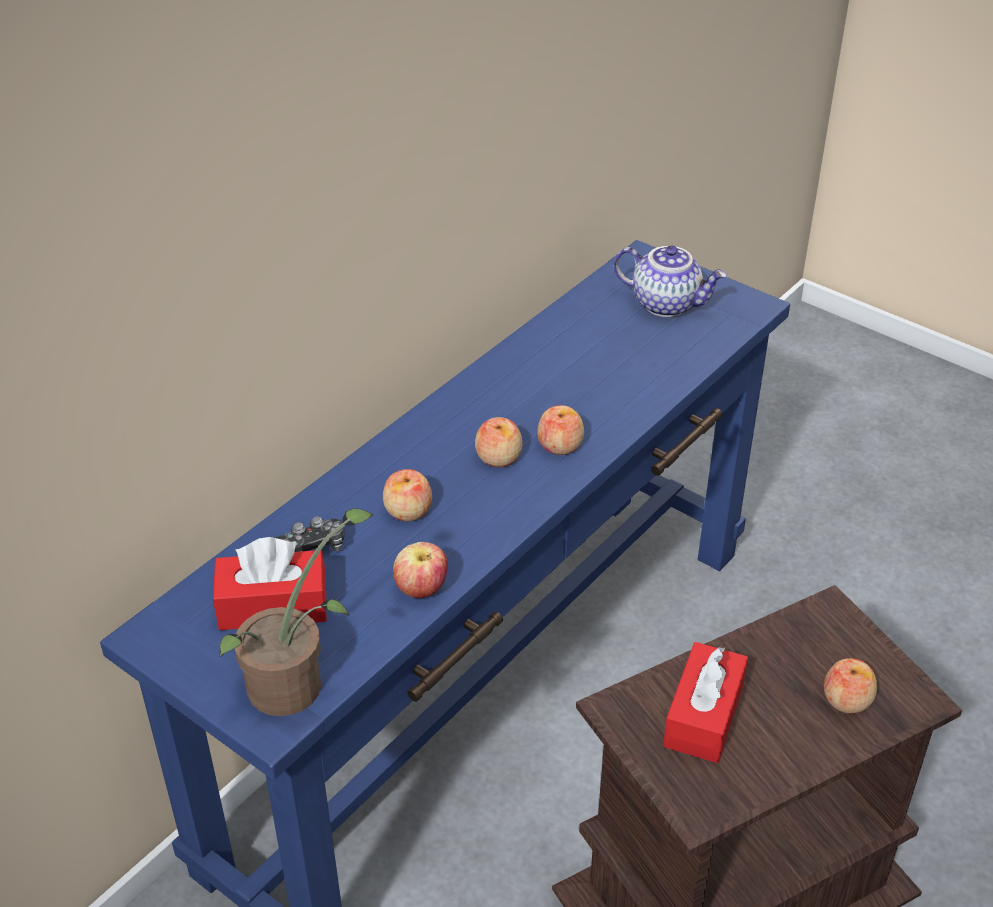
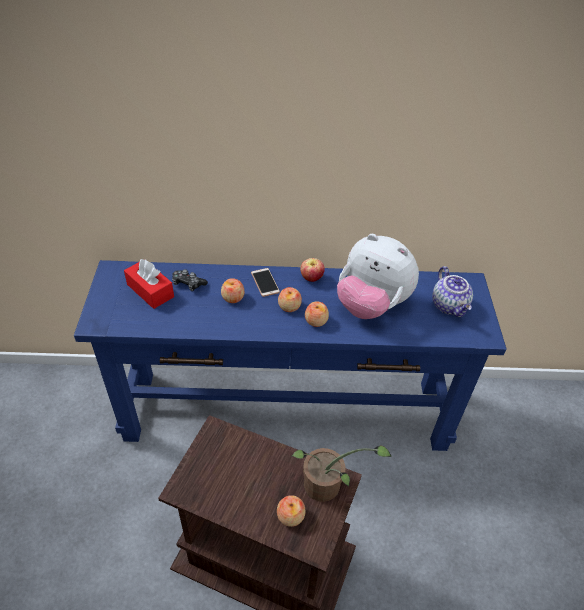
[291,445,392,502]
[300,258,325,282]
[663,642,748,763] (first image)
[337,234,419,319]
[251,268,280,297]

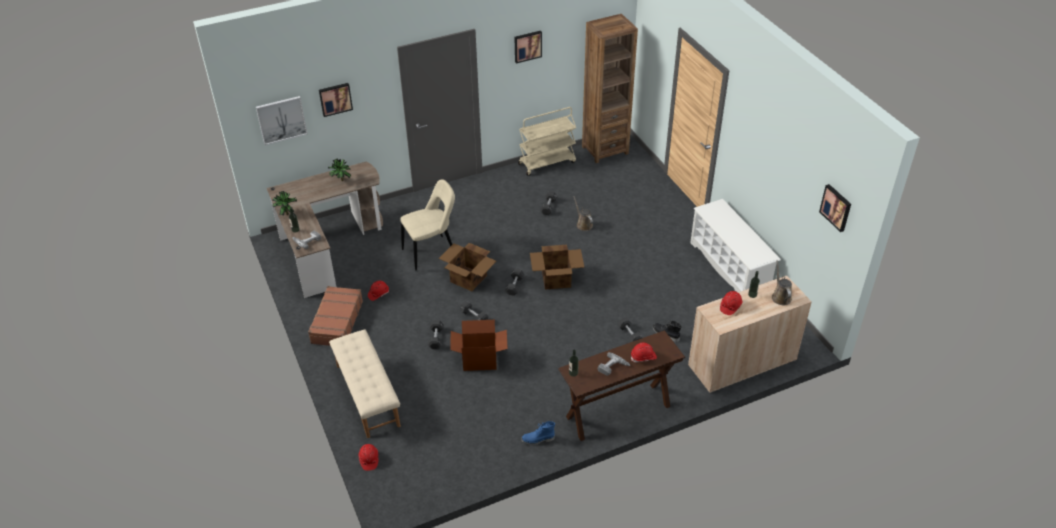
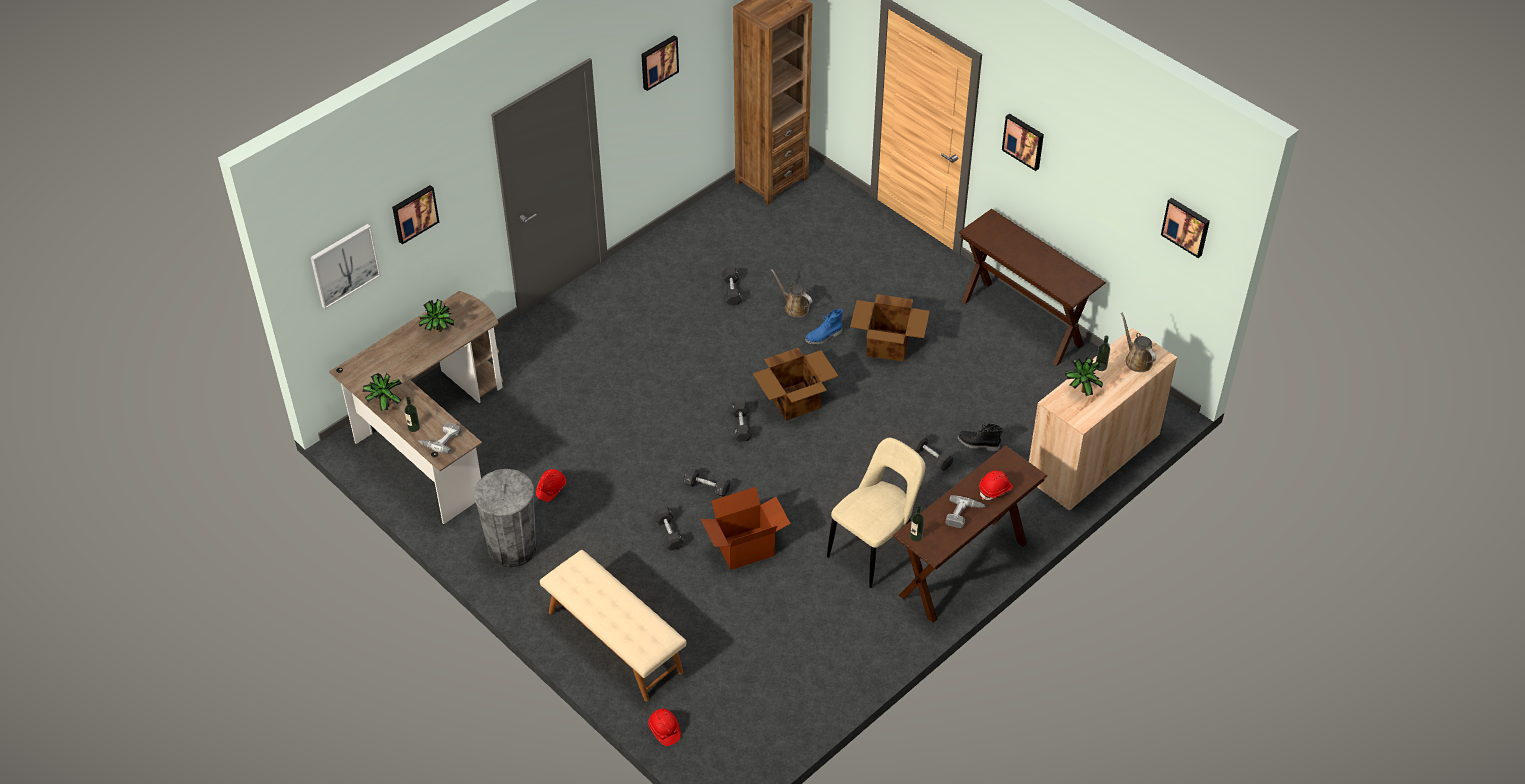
[518,107,576,176] (first image)
[827,438,926,588]
[958,209,1106,366]
[850,294,930,362]
[474,469,537,568]
[1065,357,1103,396]
[805,309,843,345]
[1002,113,1044,171]

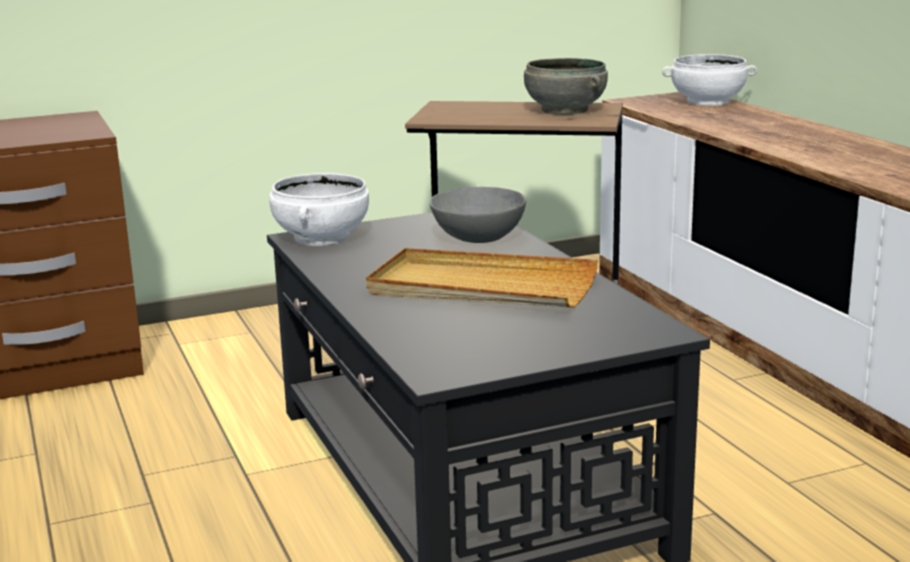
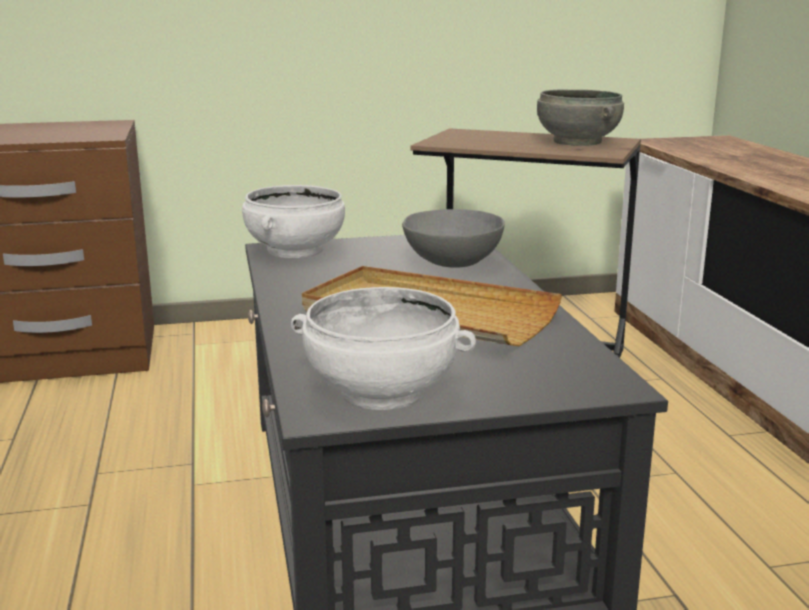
[291,287,476,410]

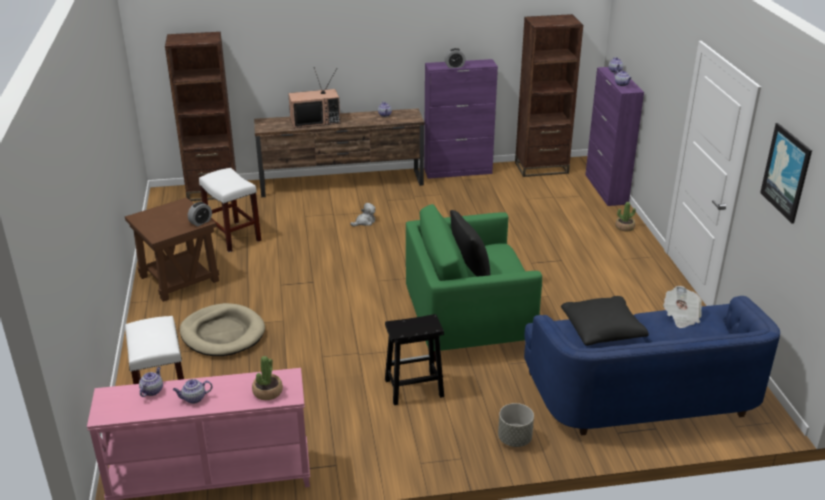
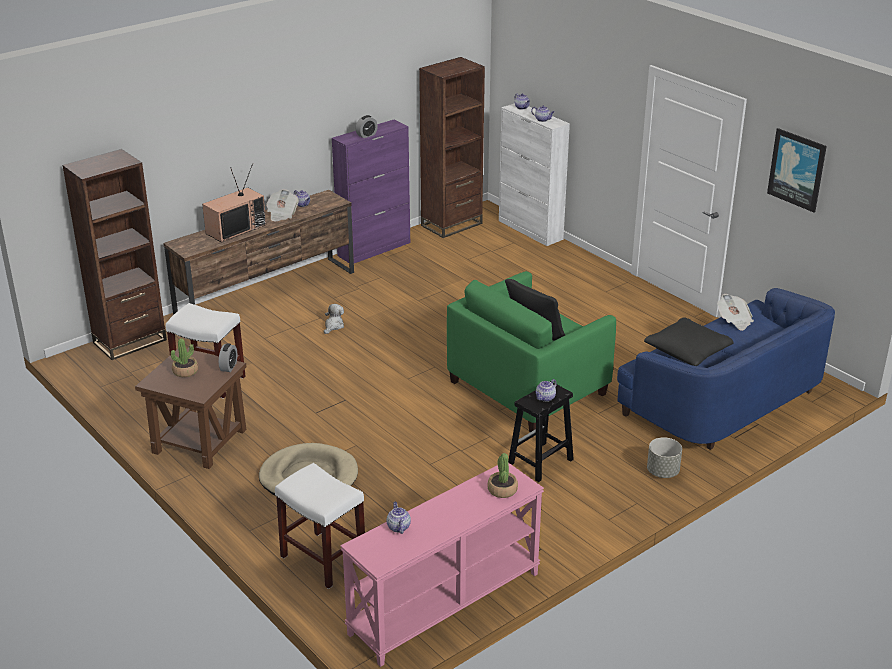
[499,103,570,246]
[171,339,198,377]
[535,379,557,402]
[266,189,299,221]

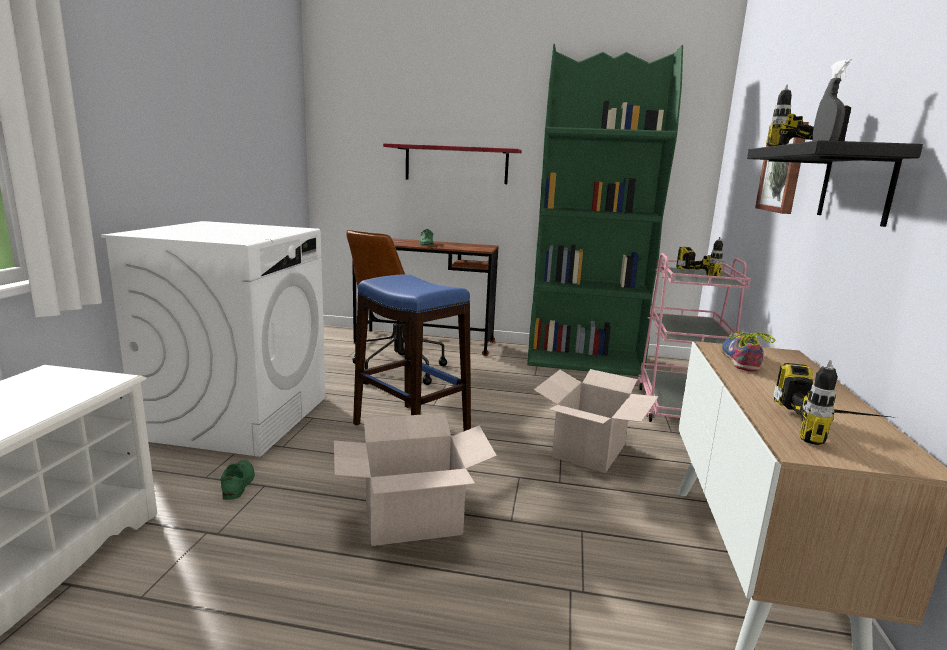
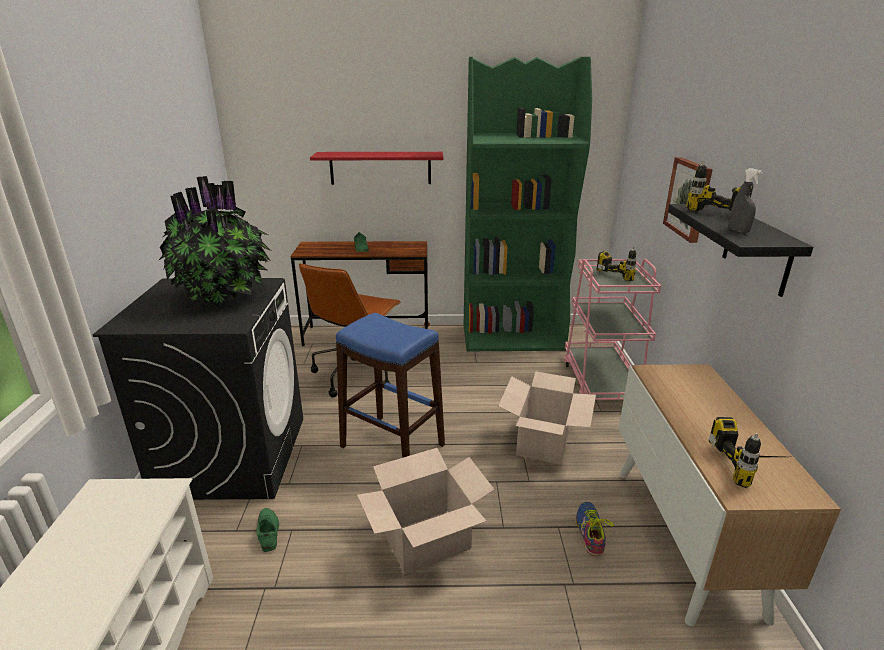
[93,278,303,500]
[576,502,614,556]
[158,176,271,309]

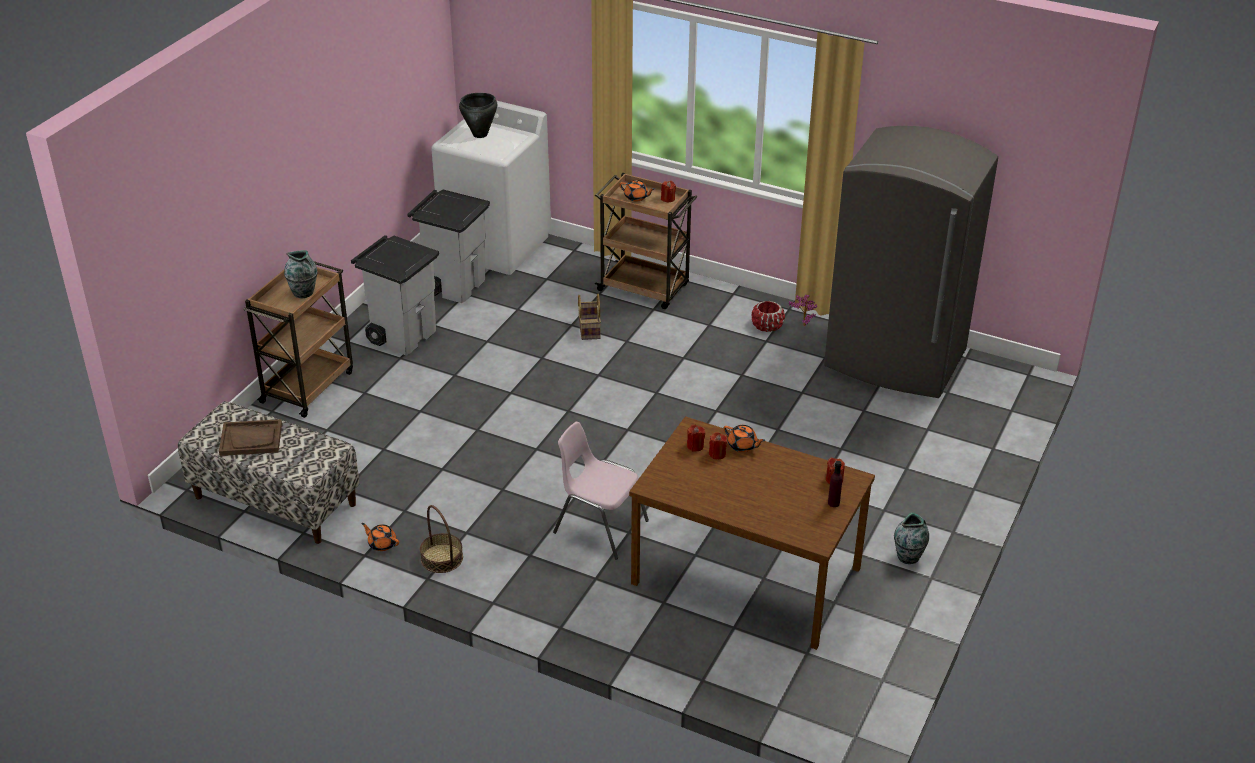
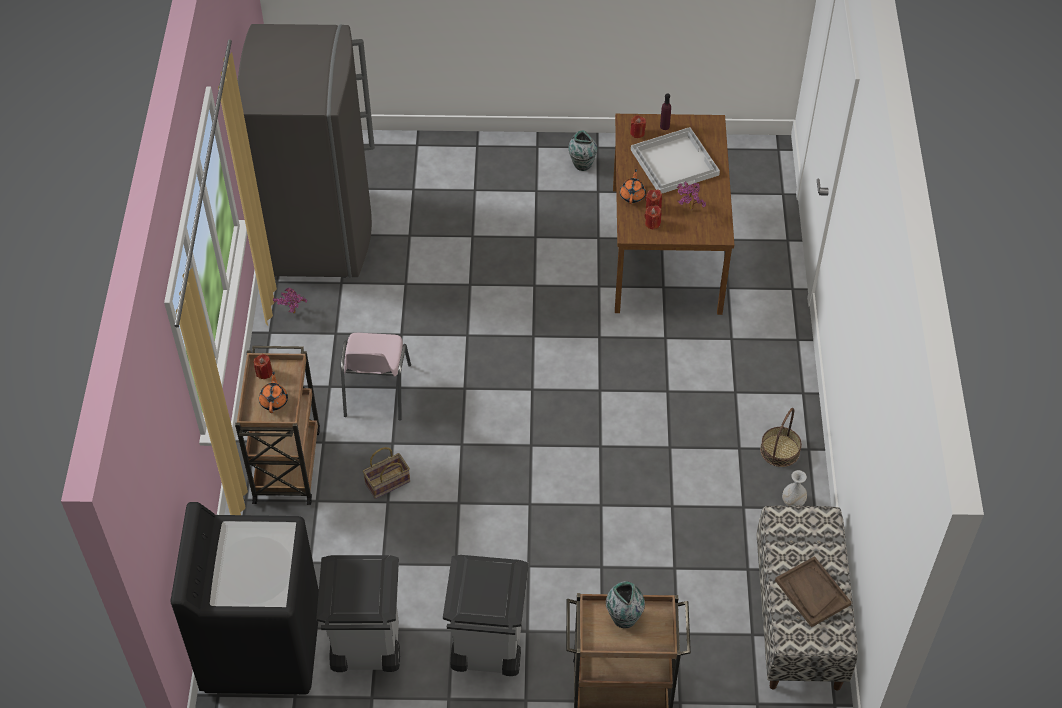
[459,93,497,138] (first image)
[171,502,319,694]
[751,301,785,332] (first image)
[341,333,411,420]
[782,470,807,506]
[631,127,720,193]
[677,182,706,211]

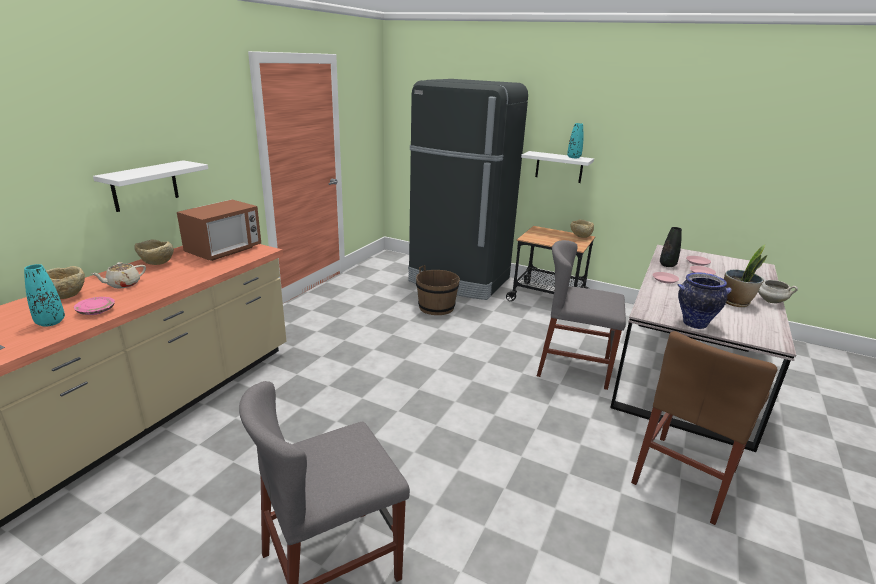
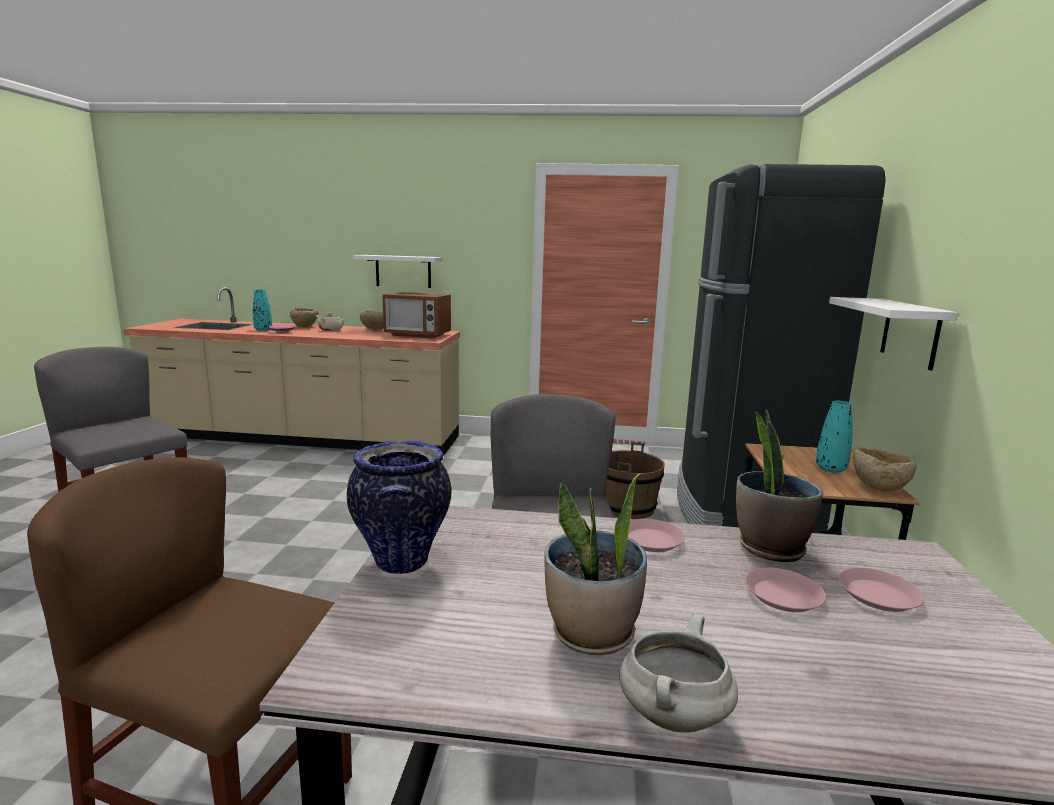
[816,401,852,473]
[736,409,823,562]

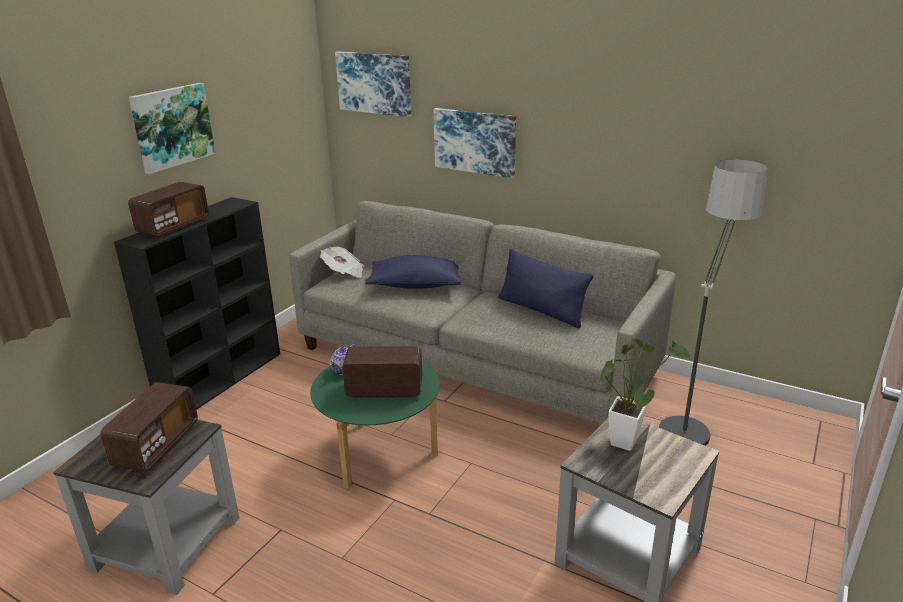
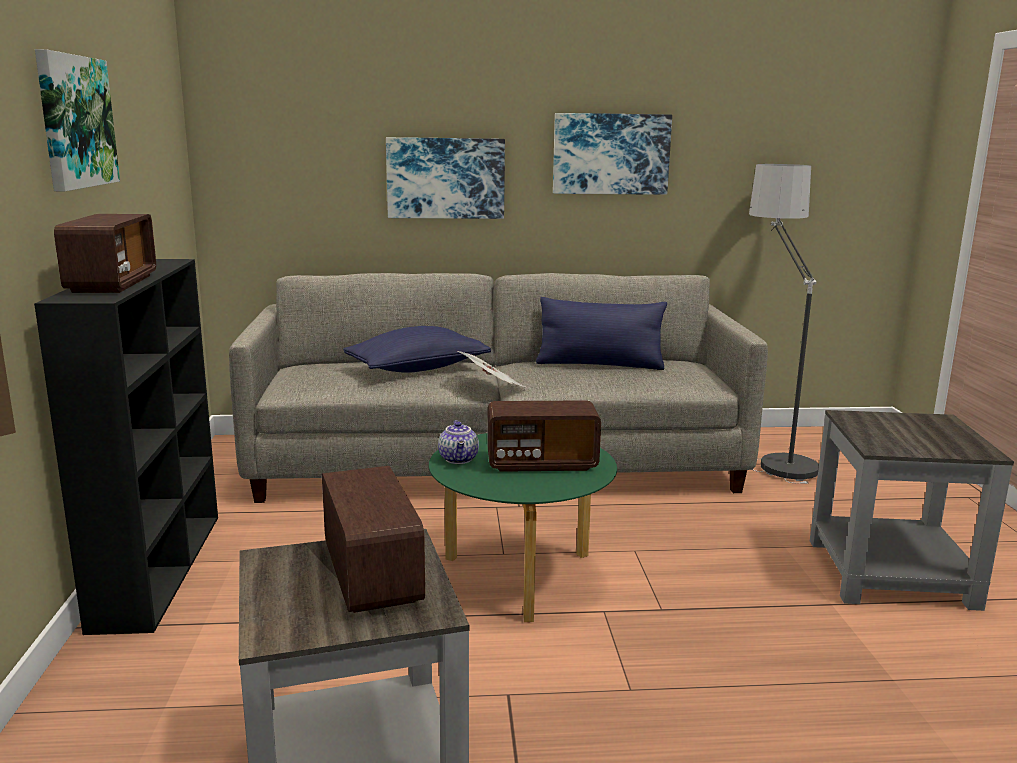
[553,113,672,195]
[458,351,528,388]
[600,339,691,451] (first image)
[487,400,601,472]

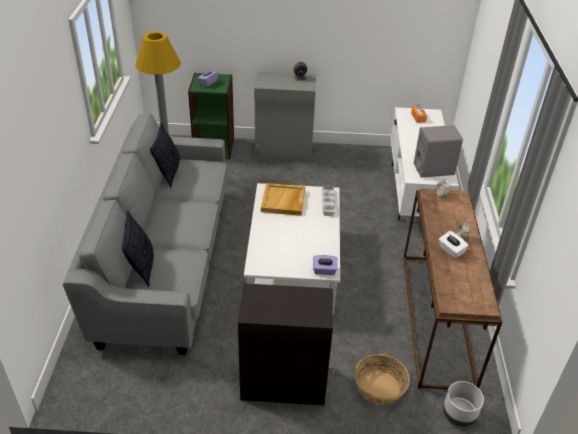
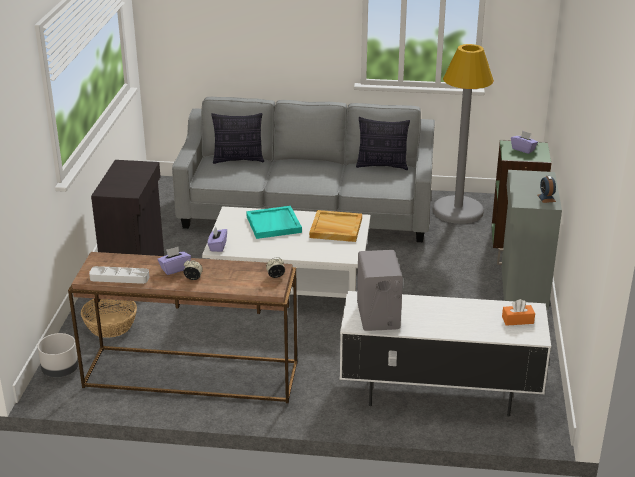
[89,266,149,284]
[158,247,191,275]
[246,206,302,239]

